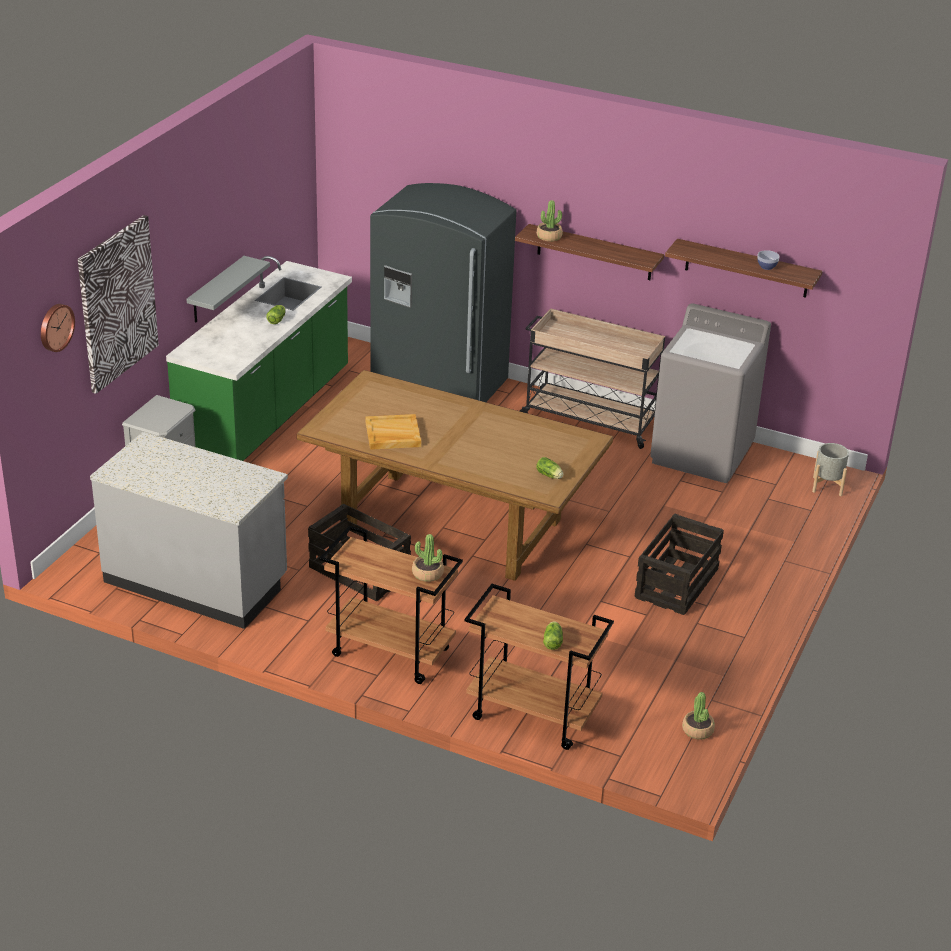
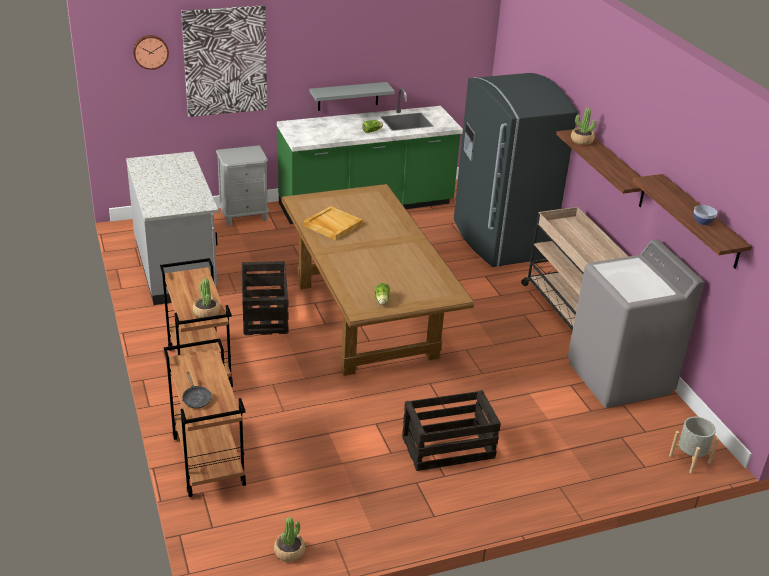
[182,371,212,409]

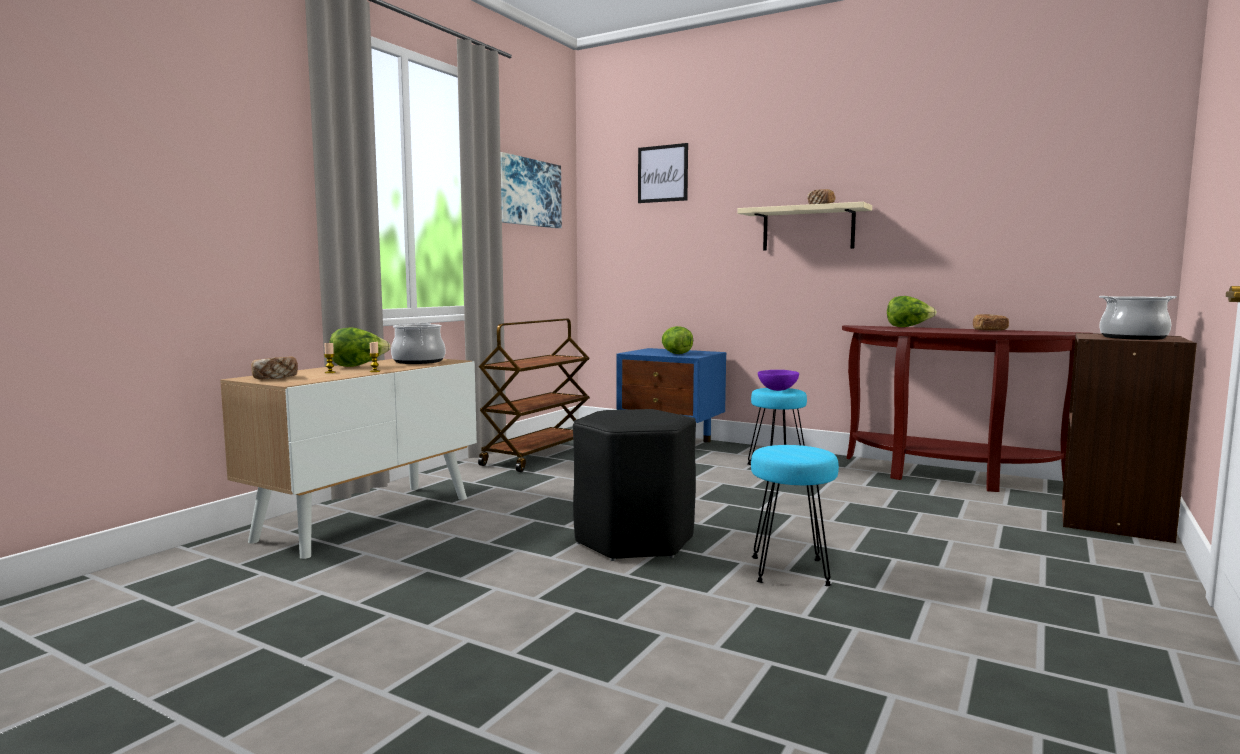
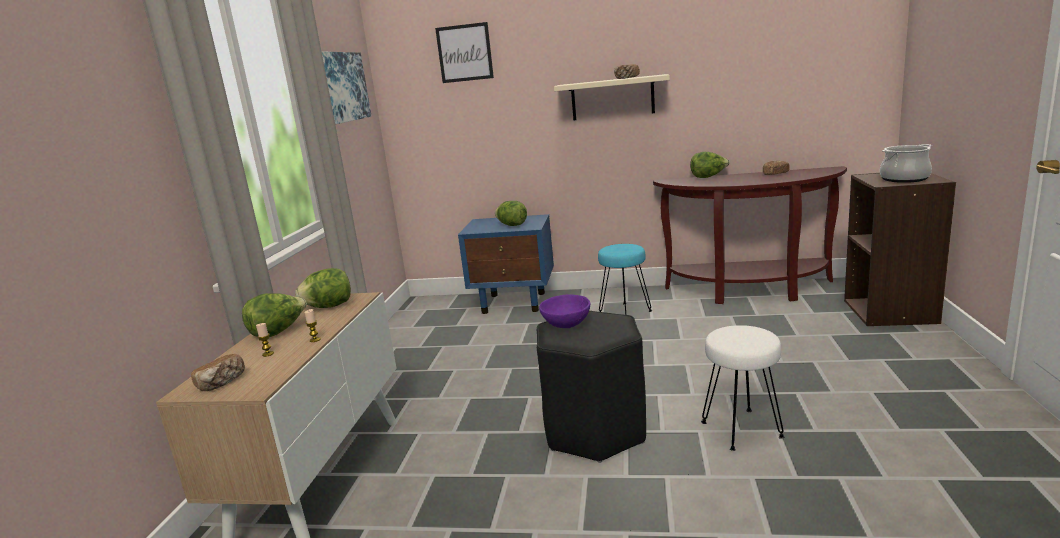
[478,318,590,472] (first image)
[295,268,351,308]
[539,294,590,328]
[701,325,785,451]

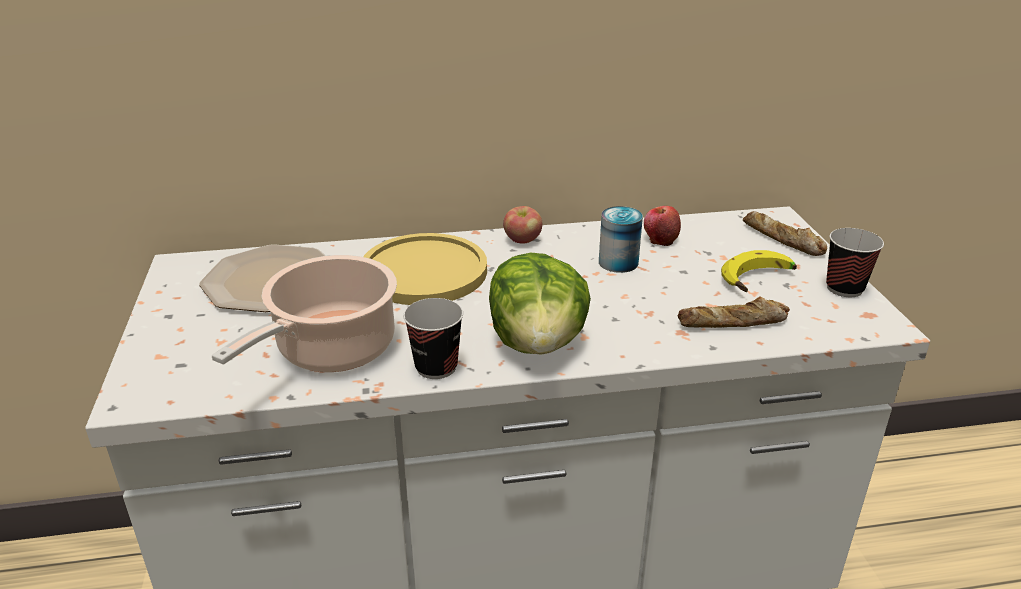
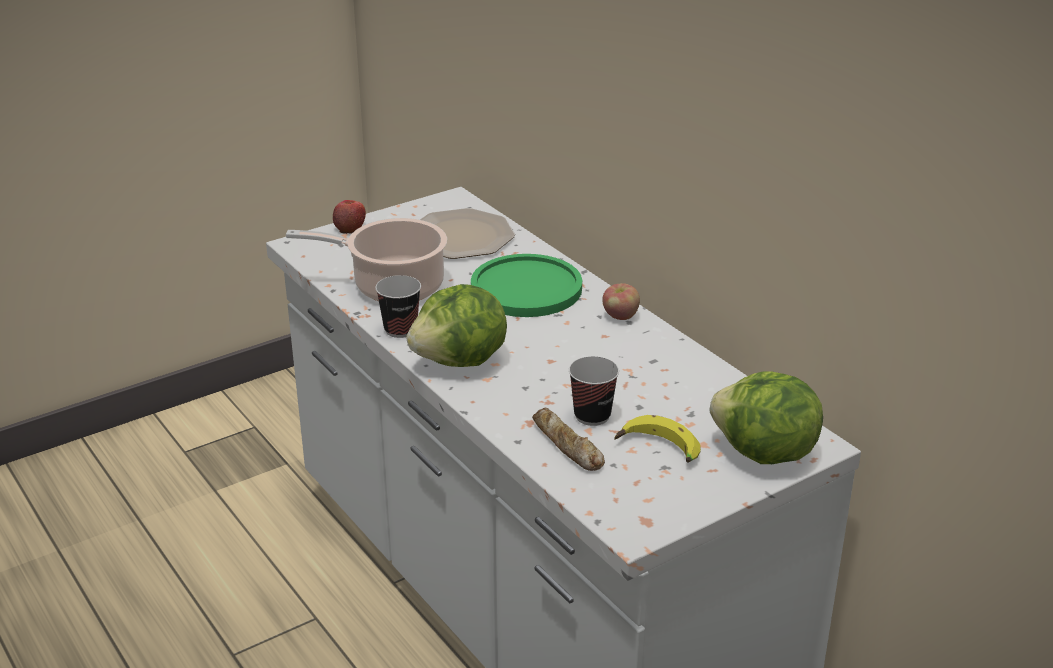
[599,206,643,273] (first image)
[333,200,366,234]
[710,371,823,464]
[569,356,619,426]
[471,254,582,317]

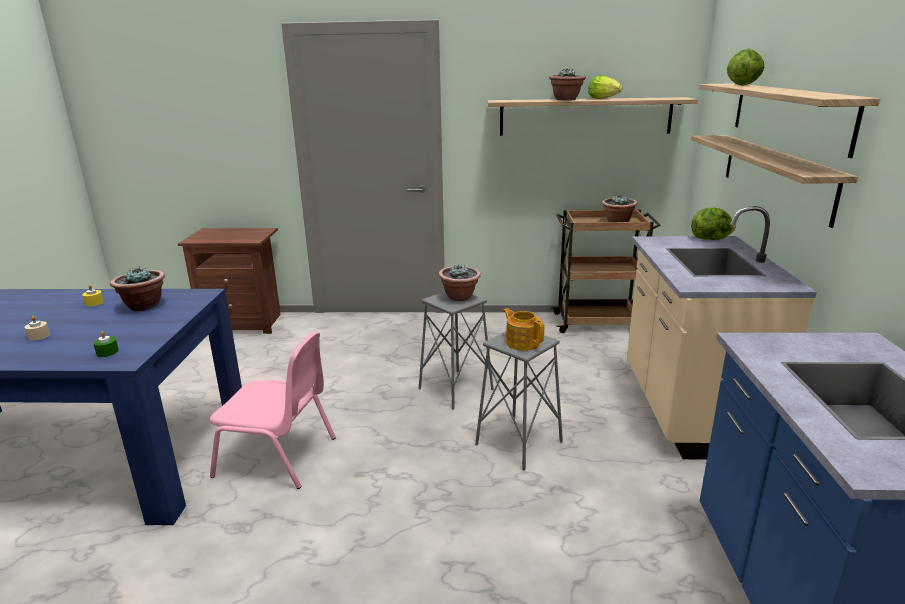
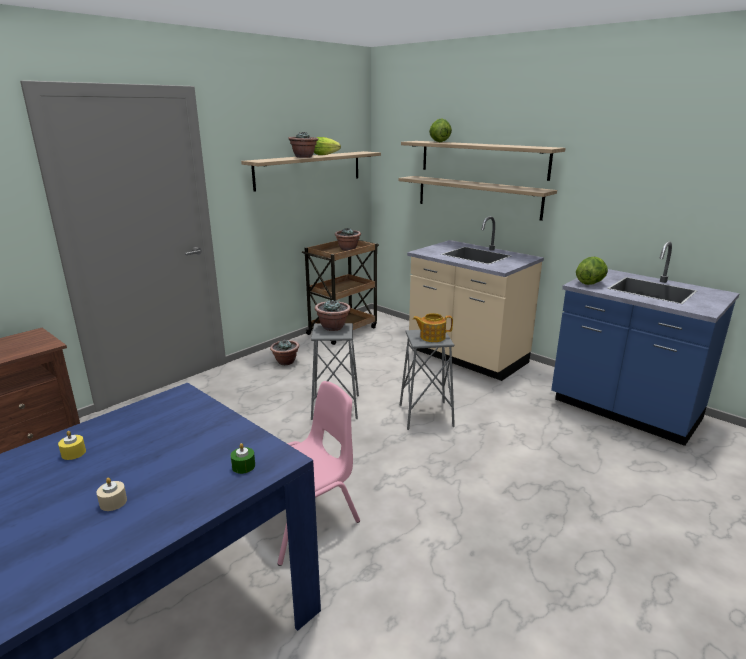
[576,257,608,285]
[270,339,299,365]

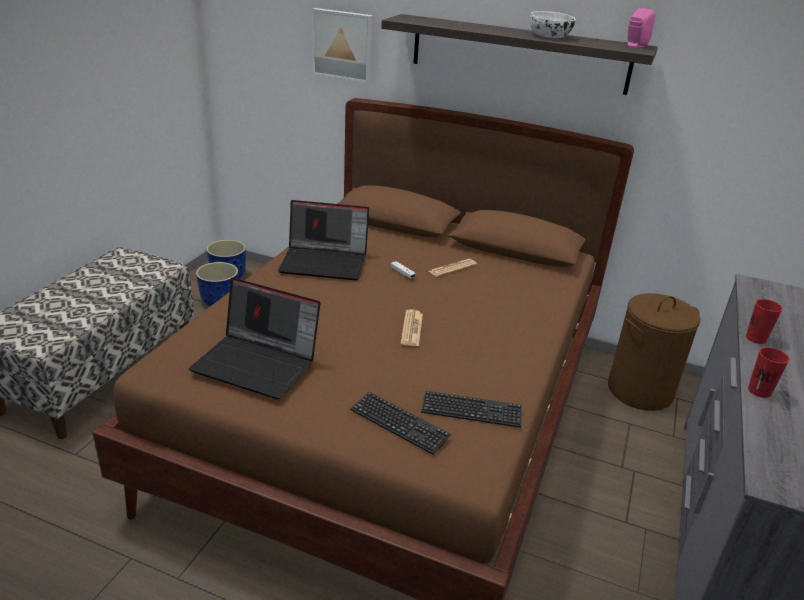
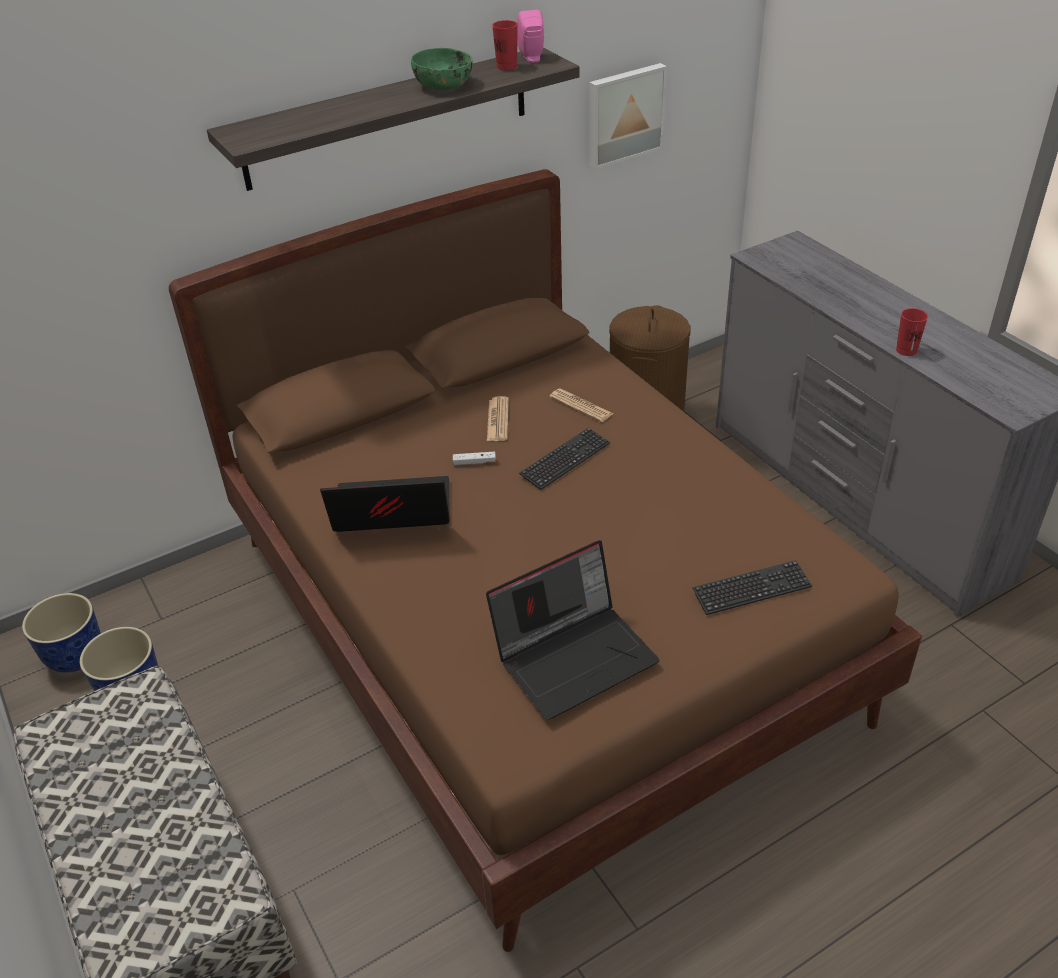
[589,63,667,170]
[411,48,472,90]
[320,476,450,532]
[492,20,518,71]
[549,389,613,422]
[519,428,610,490]

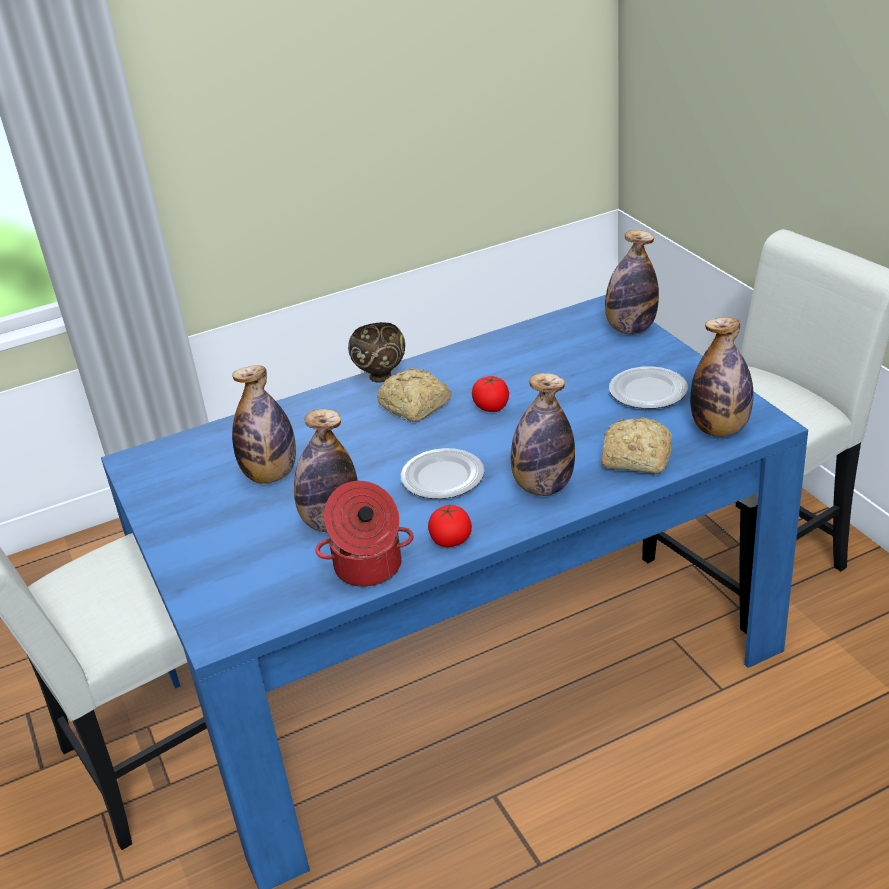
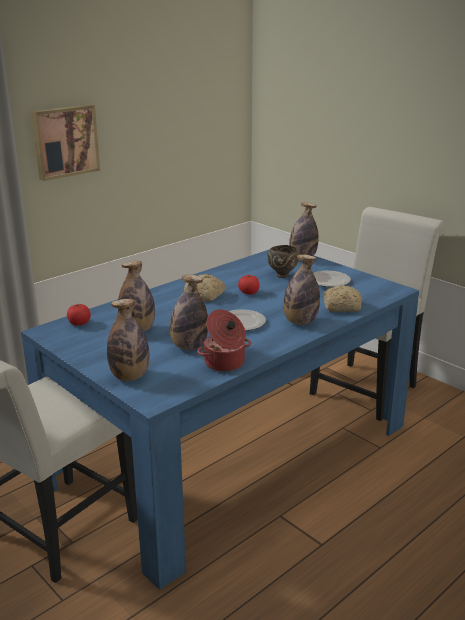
[107,299,149,381]
[267,245,299,278]
[67,304,91,326]
[31,104,100,181]

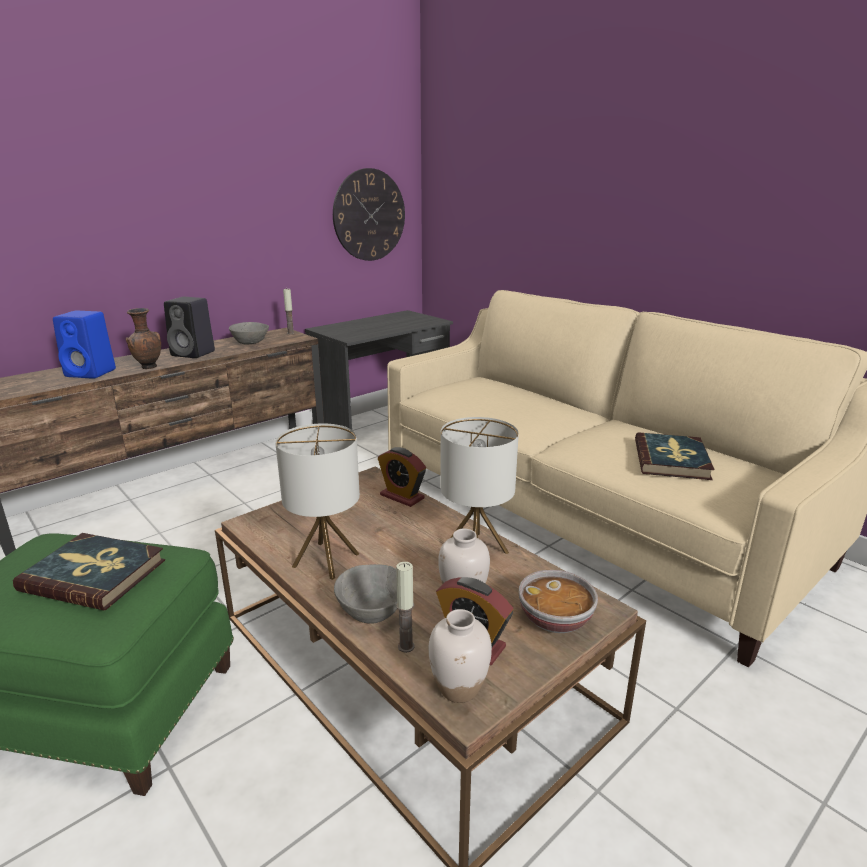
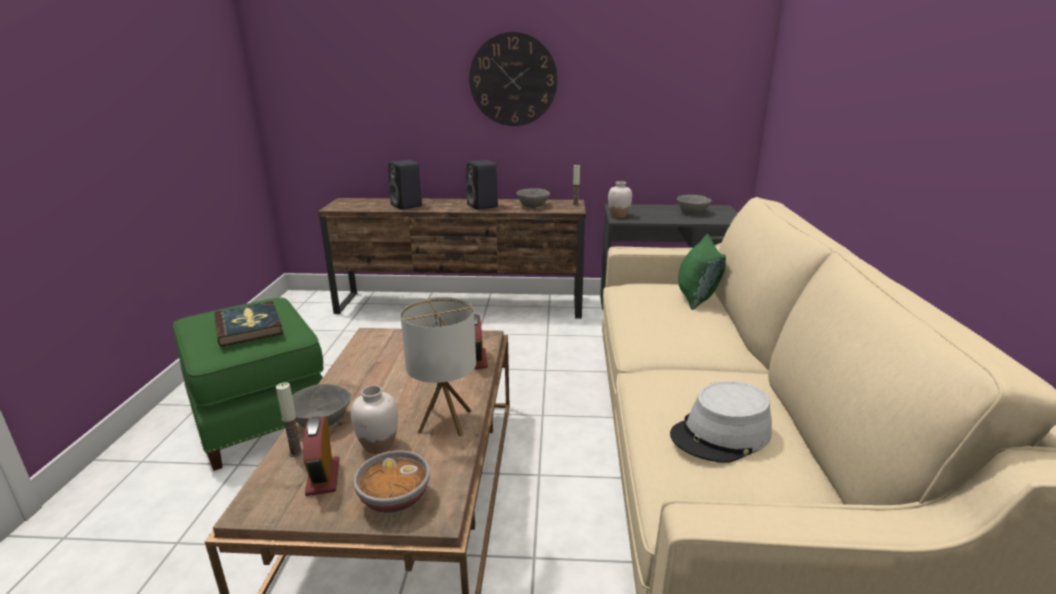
[469,32,558,126]
[125,308,161,369] (first image)
[388,160,422,210]
[275,424,360,580] (first image)
[670,381,772,463]
[608,181,632,218]
[677,195,712,214]
[678,234,726,310]

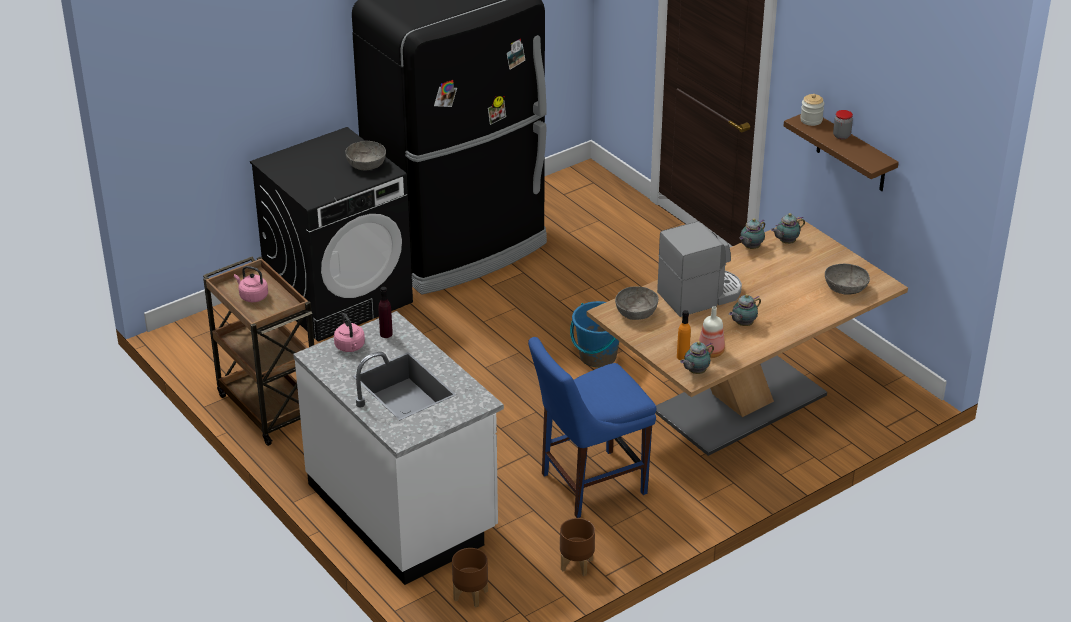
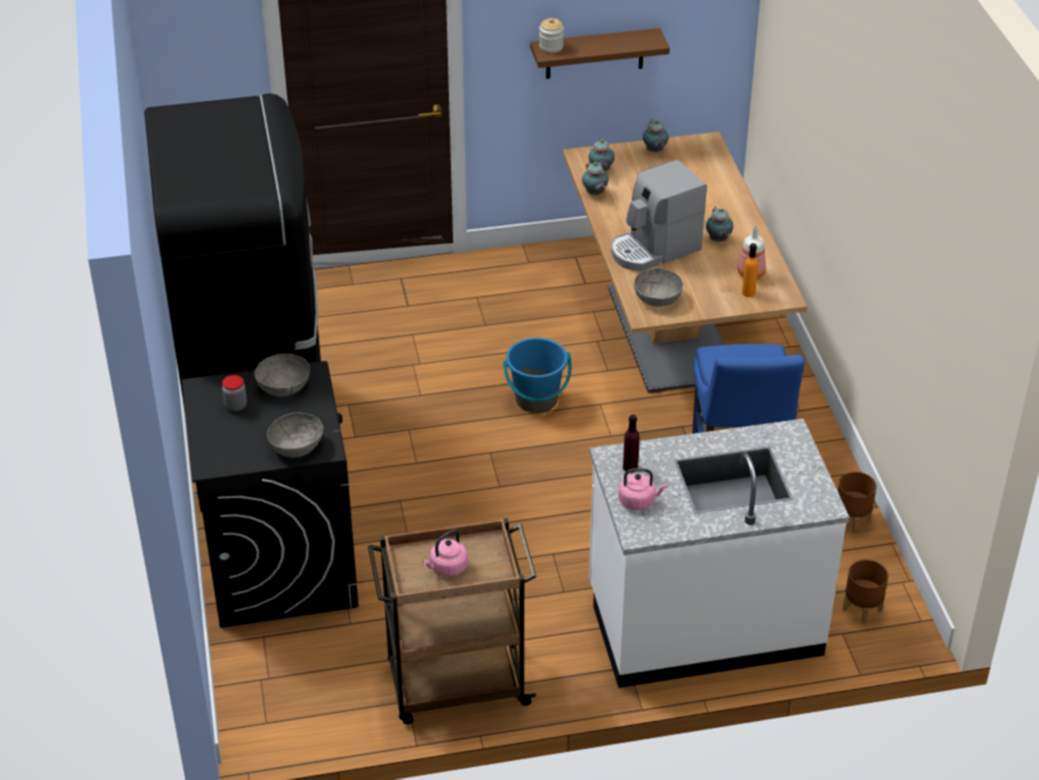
[222,375,247,412]
[611,159,707,271]
[267,413,323,457]
[643,119,669,152]

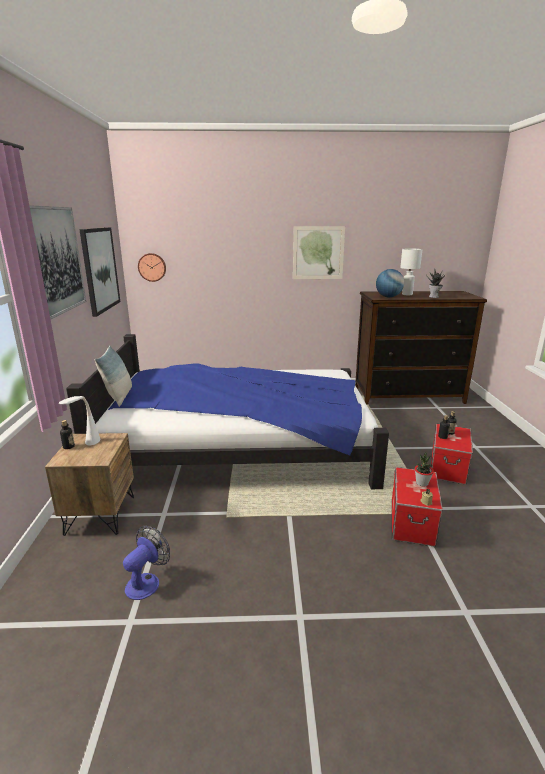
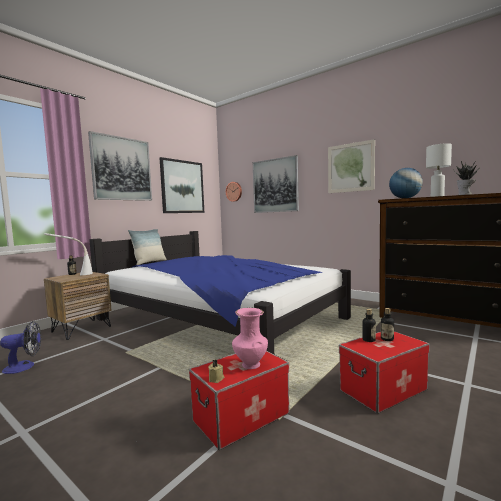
[232,308,268,369]
[253,155,299,213]

